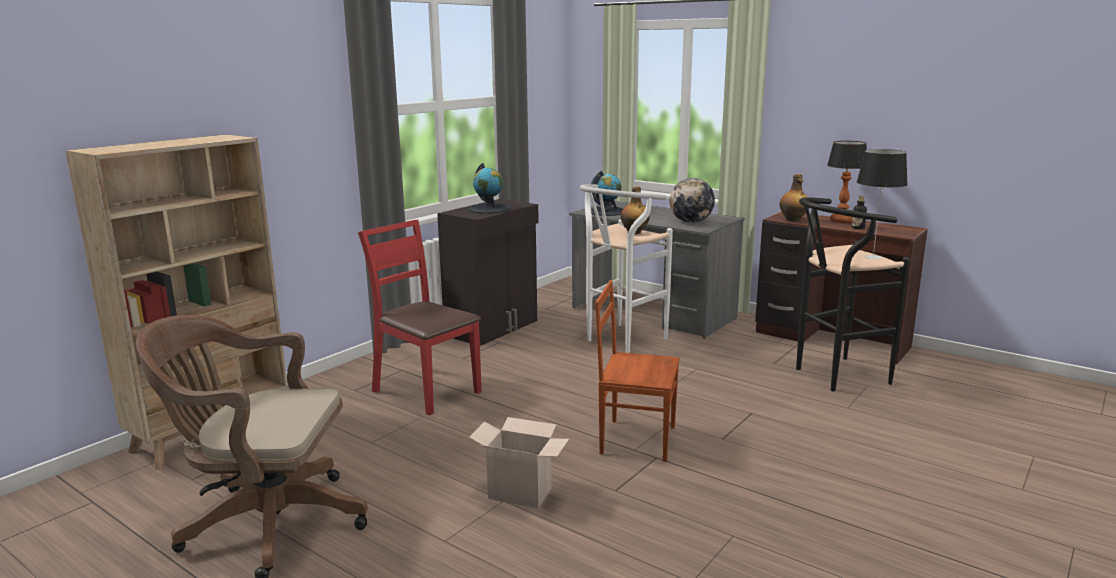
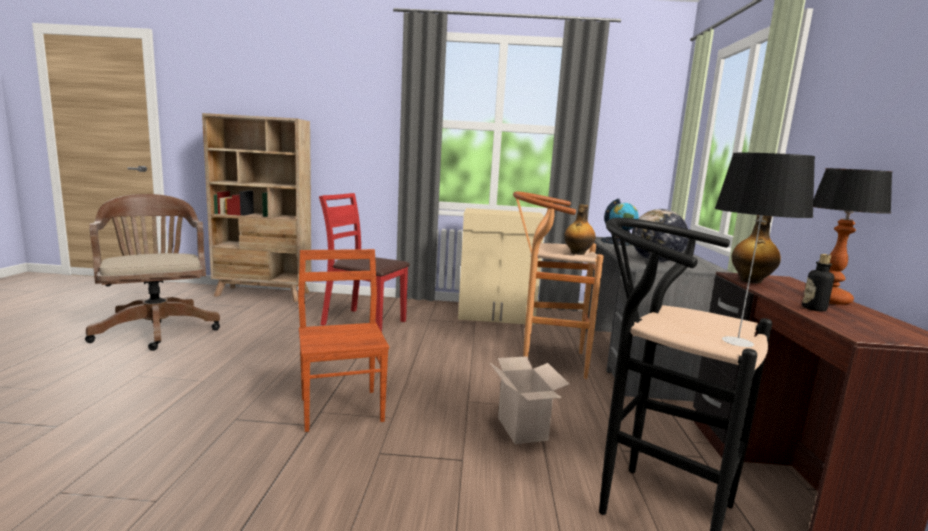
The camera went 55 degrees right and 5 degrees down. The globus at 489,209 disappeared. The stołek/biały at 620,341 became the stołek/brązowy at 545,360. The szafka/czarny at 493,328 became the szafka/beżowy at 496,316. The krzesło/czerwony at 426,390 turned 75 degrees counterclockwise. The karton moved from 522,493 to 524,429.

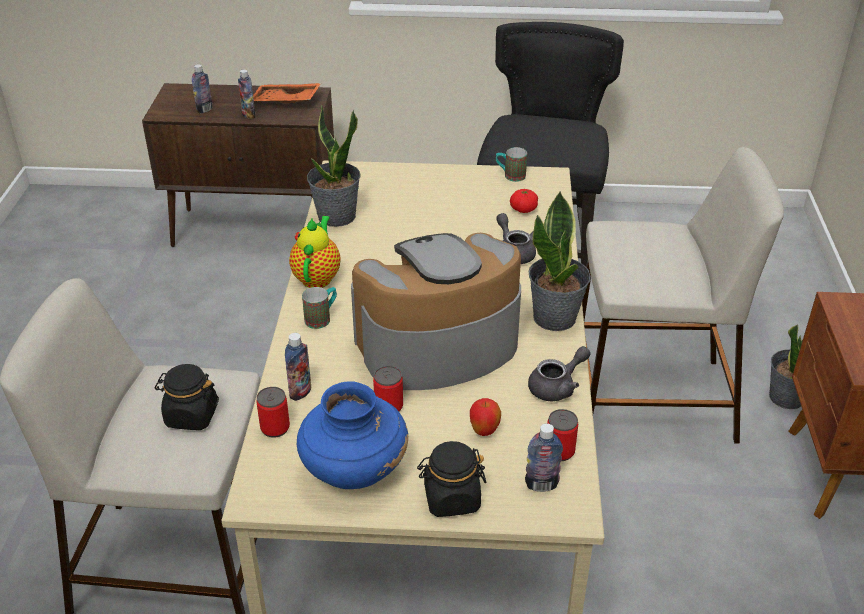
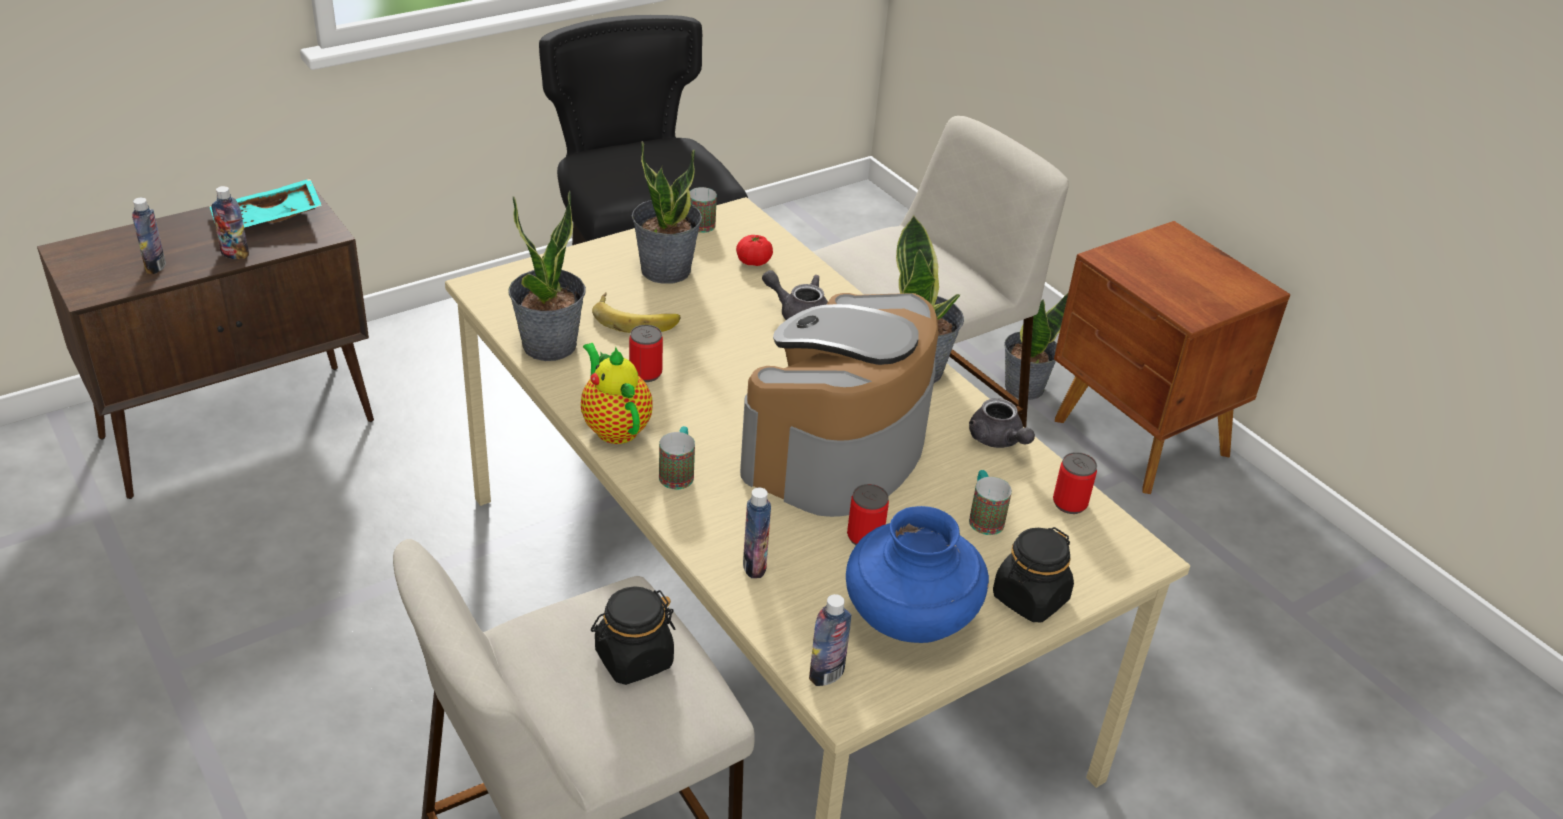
The camera went 40 degrees left and 0 degrees up. The taca/pomarańczowy at 285,102 became the taca/turkusowy at 268,220. The imbryk/szary at 557,387 turned 135 degrees clockwise. The puszka moved from 275,428 to 645,373. The jabłko at 484,431 was replaced by the kubek at 983,517. The butelka moved from 541,485 to 826,674. The roślina doniczkowa at 665,269 appeared. The banan at 636,317 appeared.

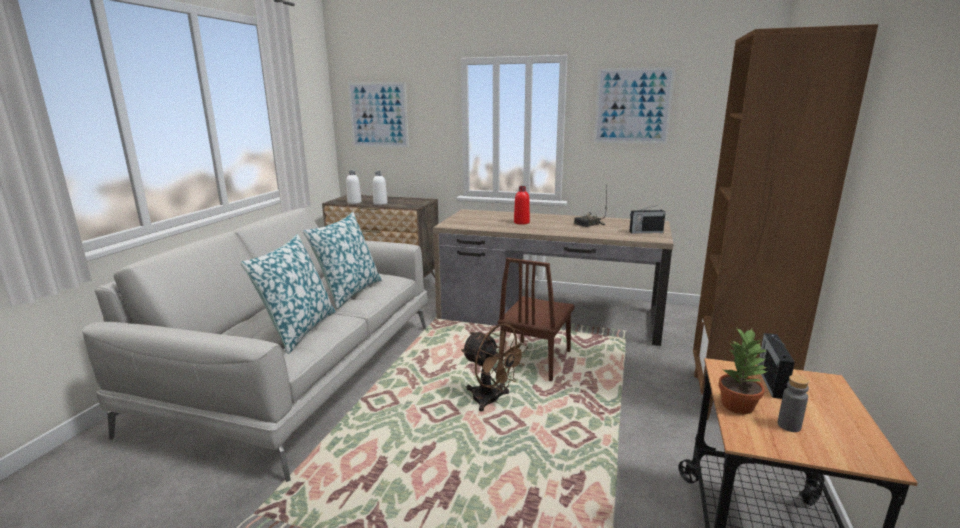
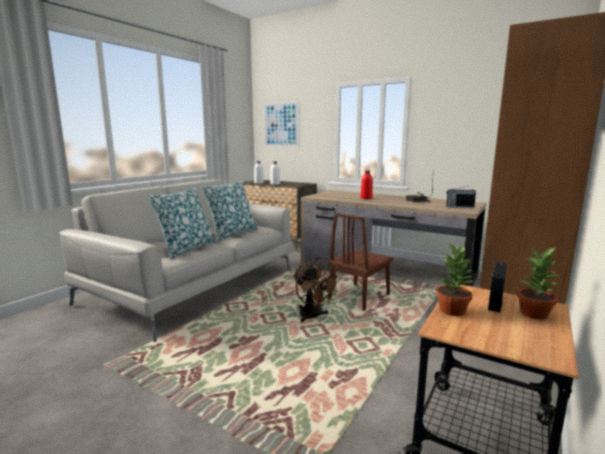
The camera went 15 degrees right and 5 degrees down. The obraz at 632,106 disappeared. The butelka/szary at 789,426 disappeared. The roślina doniczkowa at 534,314 appeared.

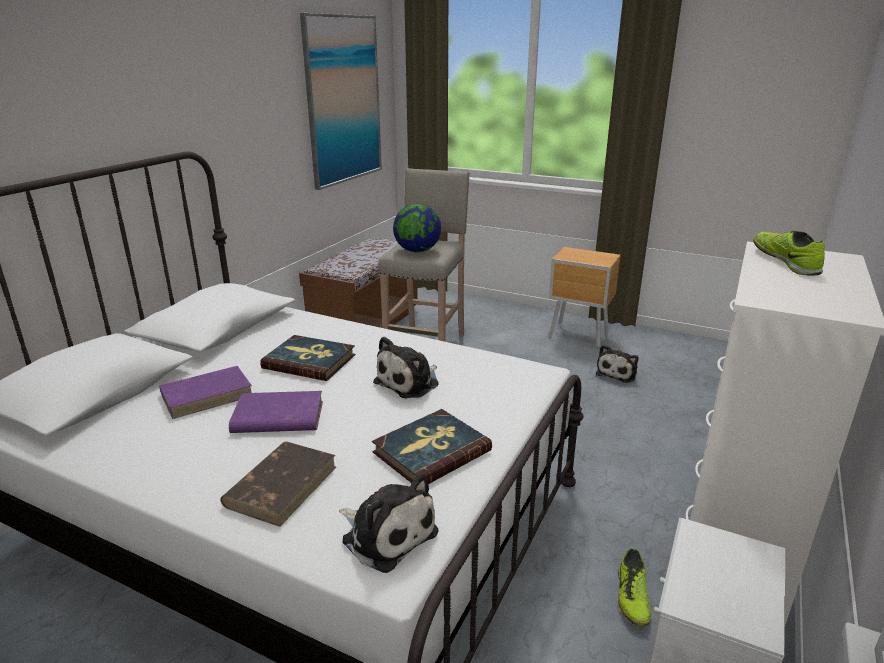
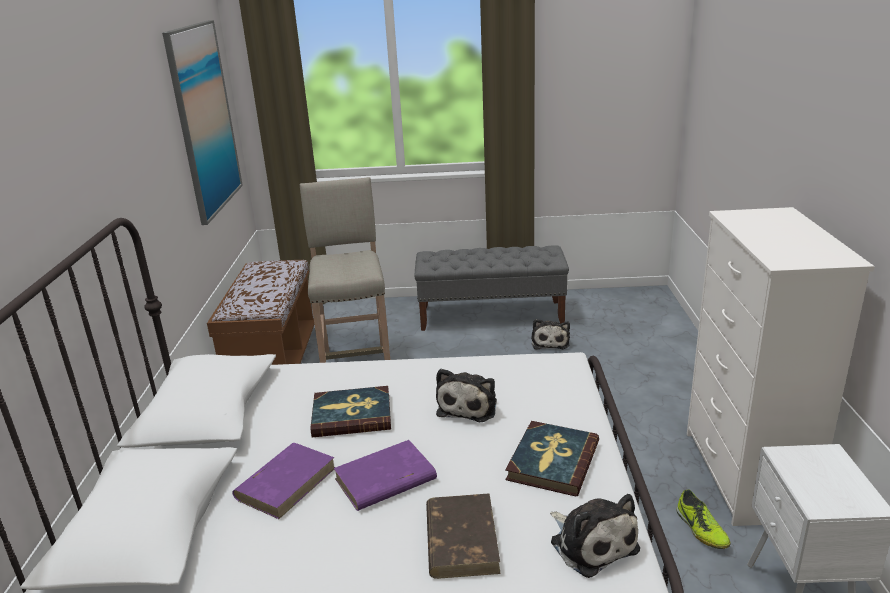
The camera went 25 degrees left and 0 degrees up. The globus at 417,251 disappeared. The but at 785,261 disappeared. The szafka nocna/brązowy at 579,336 was replaced by the ławka/szary at 491,315. The pluszak at 386,534 turned 45 degrees clockwise.

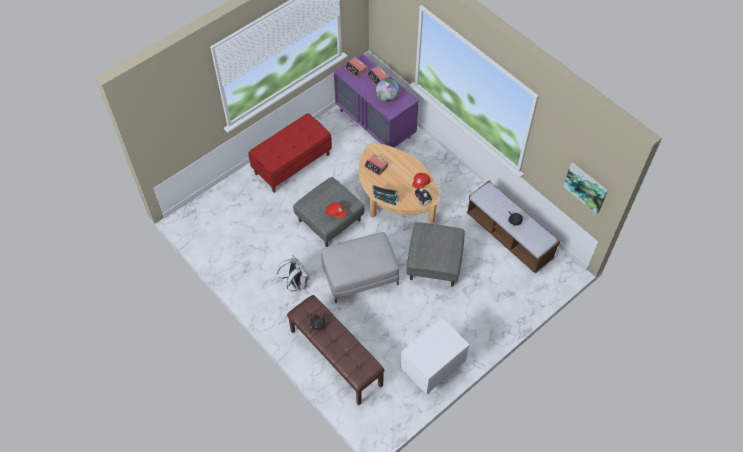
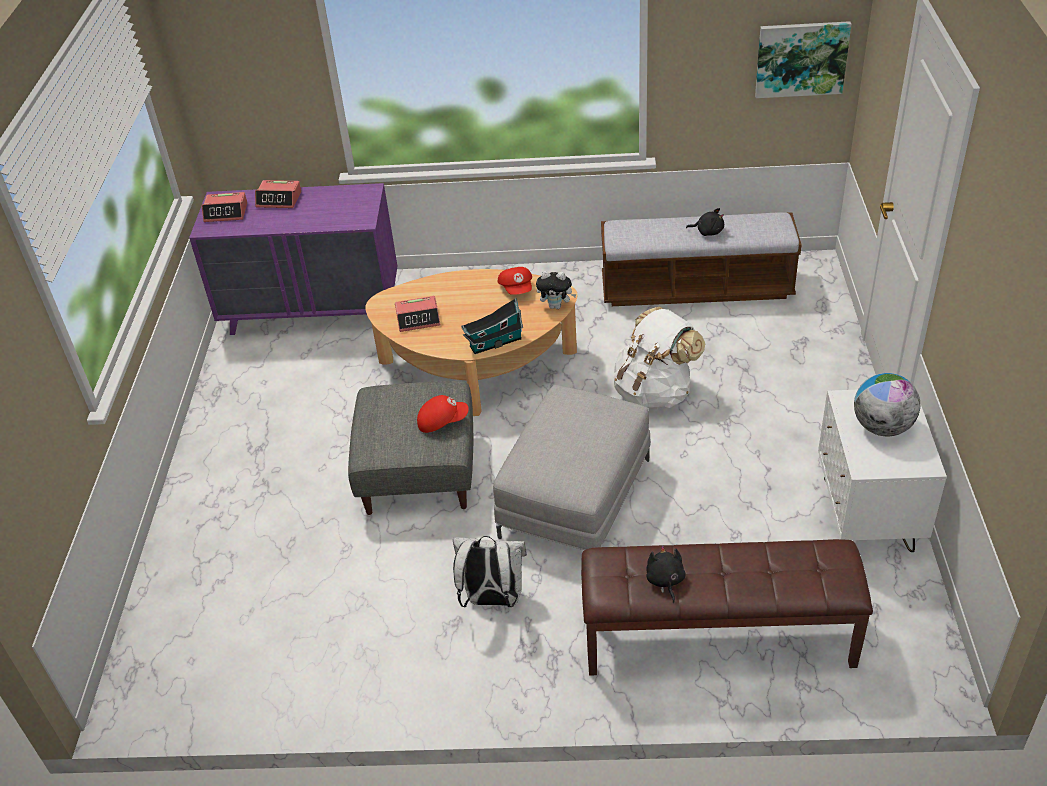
The camera went 45 degrees left and 15 degrees down. The globus moved from 387,98 to 882,427. The ławka/czerwony at 292,164 disappeared. The pufa/szary at 434,263 was replaced by the plecak/biały at 654,392.

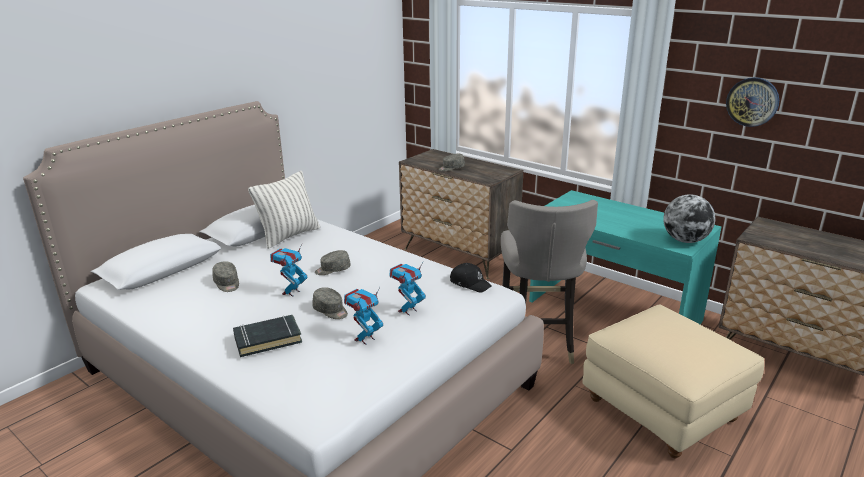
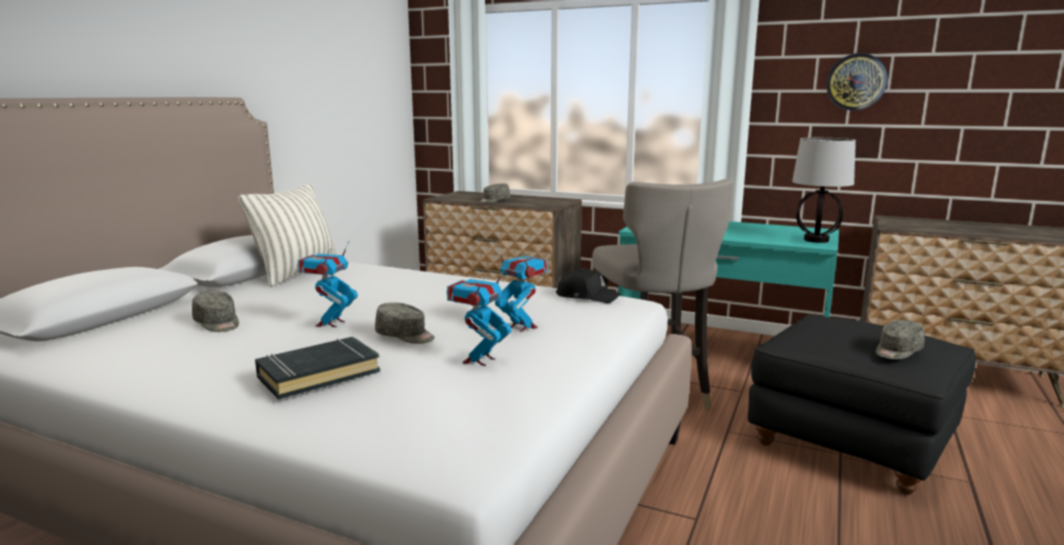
The camera went 15 degrees left and 10 degrees down. The globus at 685,240 was replaced by the lampa stołowa at 815,240. The czapka z daszkiem/szary moved from 332,270 to 897,351. The robot zabawkowy at 408,310 turned 105 degrees clockwise. The pufa/beżowy at 662,410 became the pufa/czarny at 851,444.

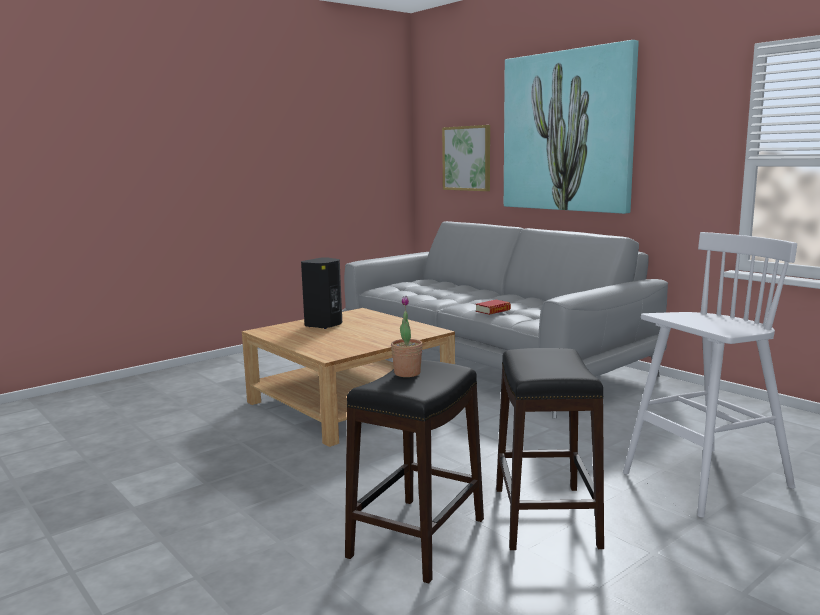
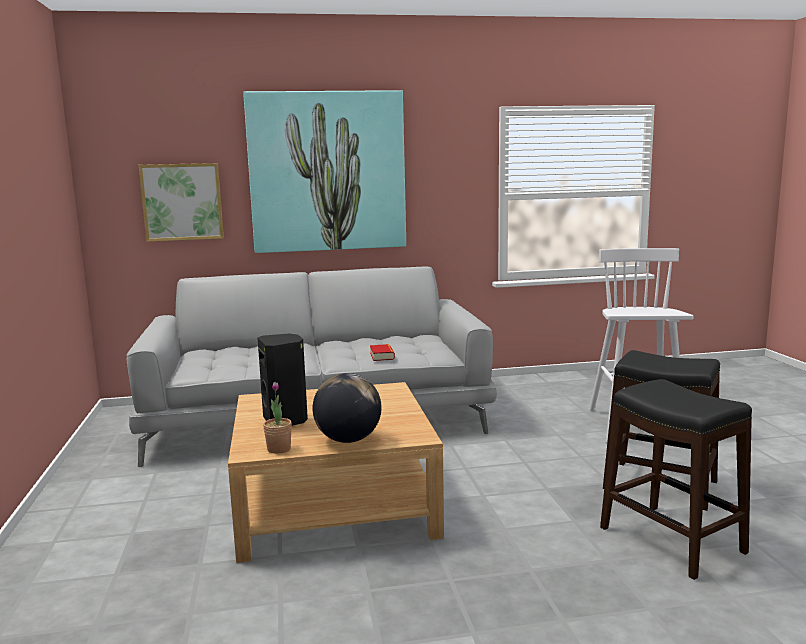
The camera went 60 degrees left and 0 degrees up. The roślina doniczkowa moved from 407,373 to 279,449. The globus at 348,440 appeared.

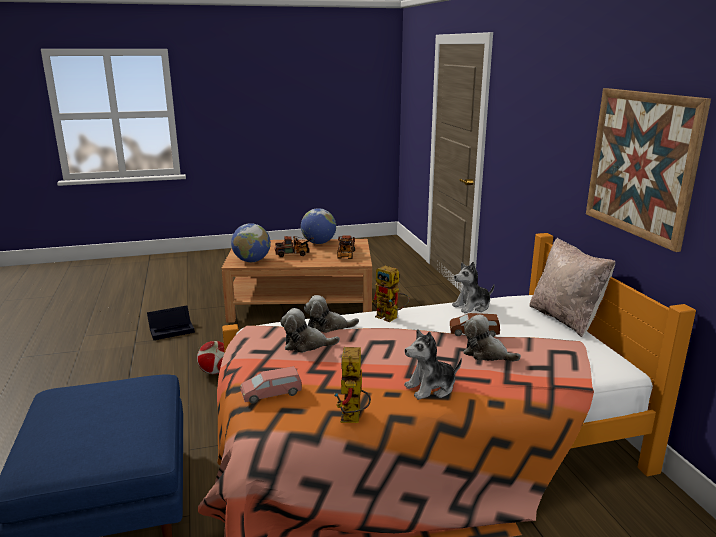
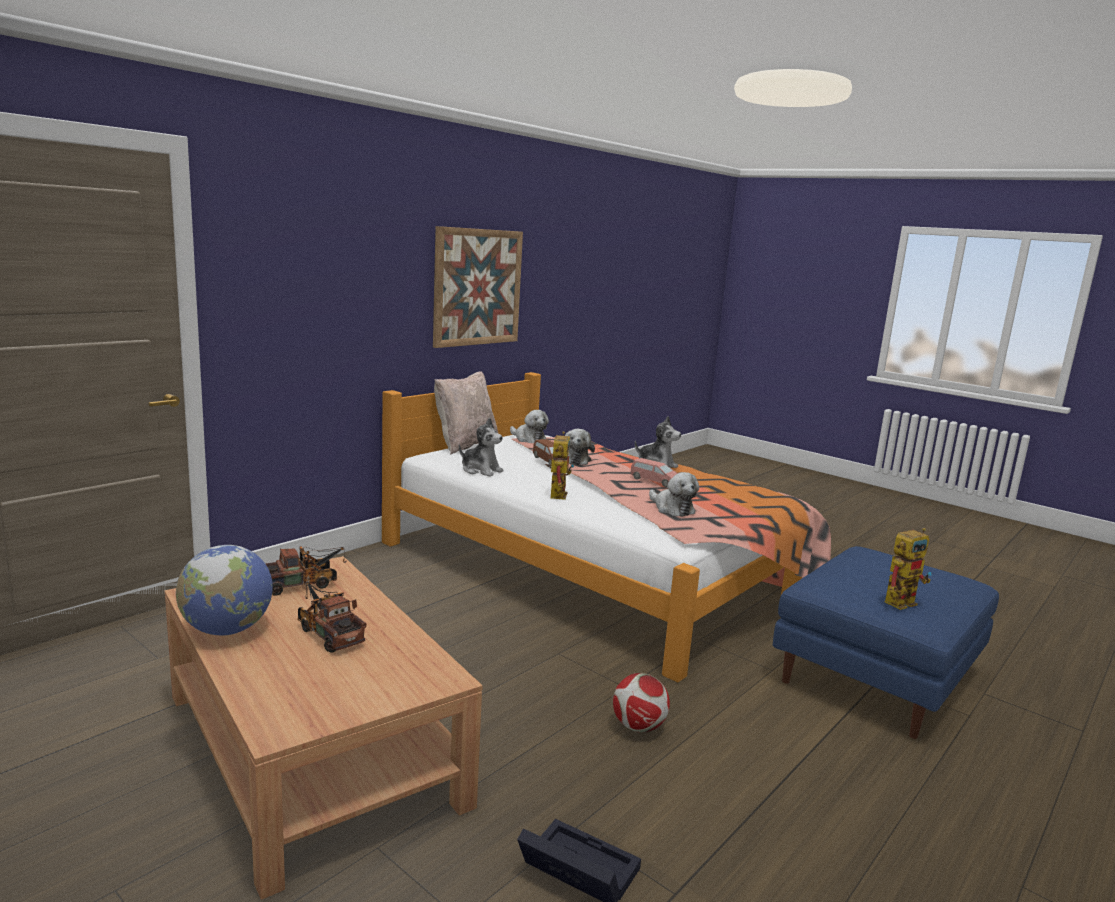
The camera went 125 degrees left and 5 degrees down. The globus at 252,261 disappeared. The pluszak moved from 328,328 to 528,439. The robot zabawkowy moved from 353,419 to 902,601. The samochodzik/różowy moved from 271,394 to 654,481.

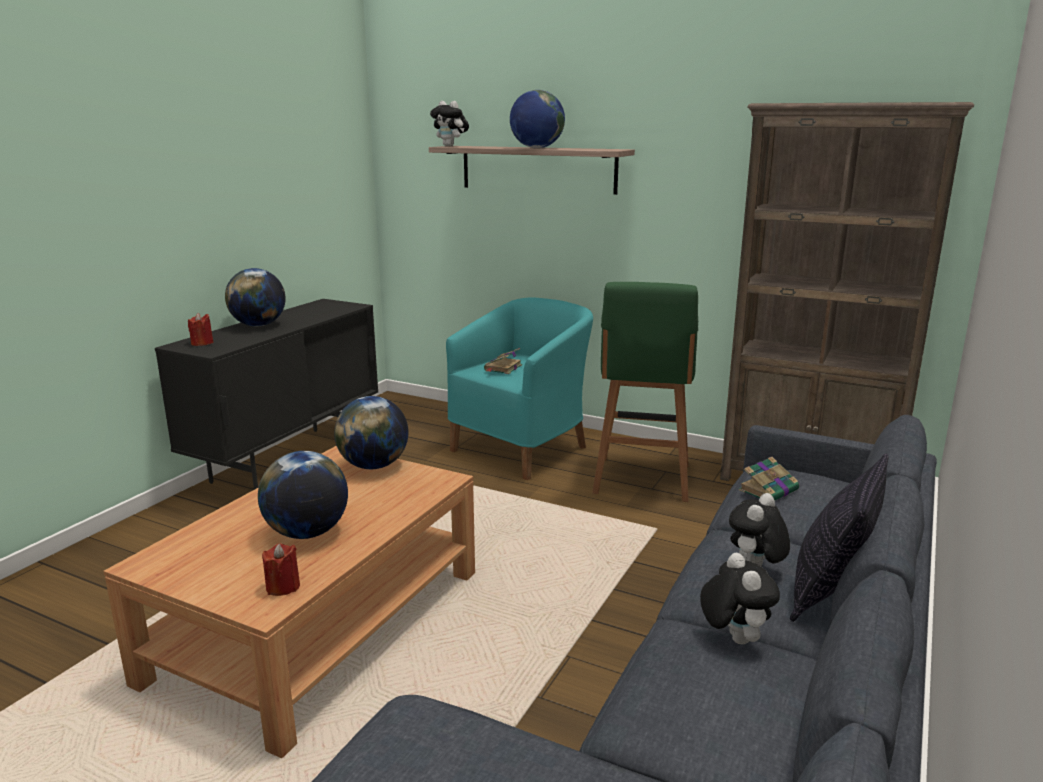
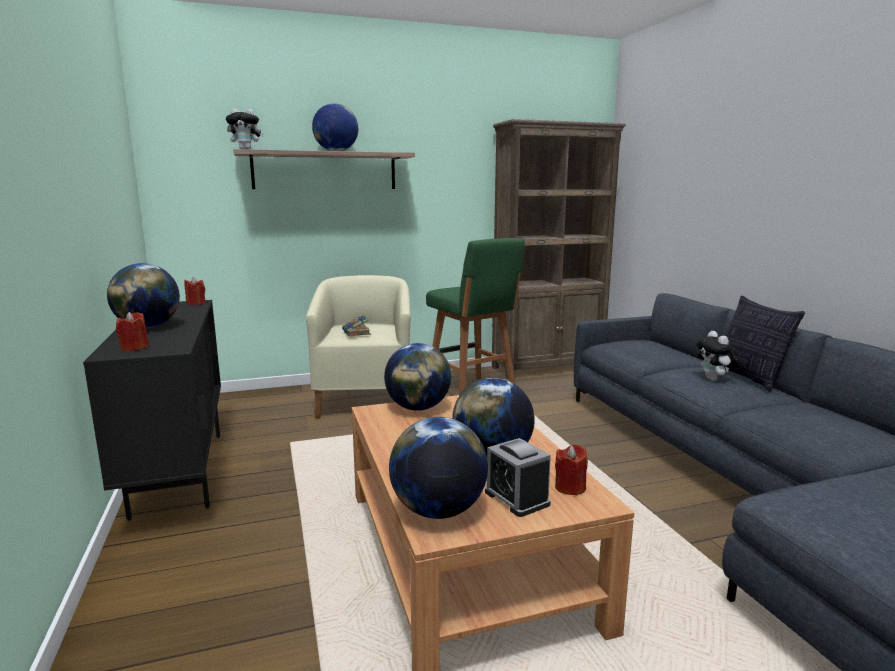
The camera went 45 degrees left and 5 degrees down. The fotel/turkusowy at 523,448 became the fotel/beżowy at 365,400. The książka at 769,490 disappeared. The pluszak at 733,638 disappeared. The świeca/czerwony at 196,303 appeared. The globus at 438,511 appeared. The budzik at 516,498 appeared.

